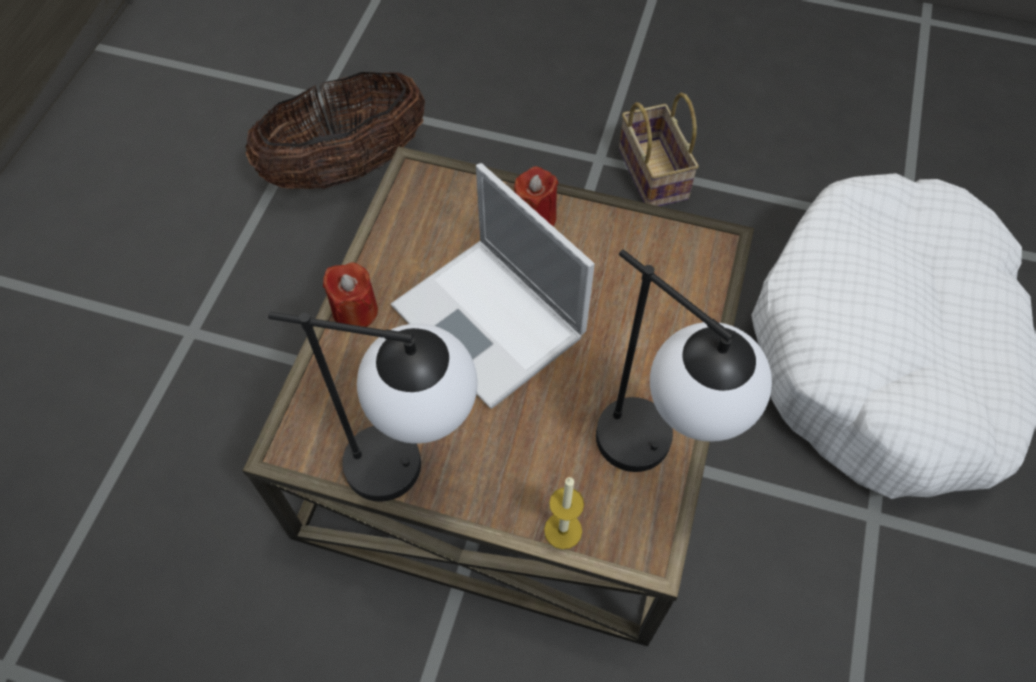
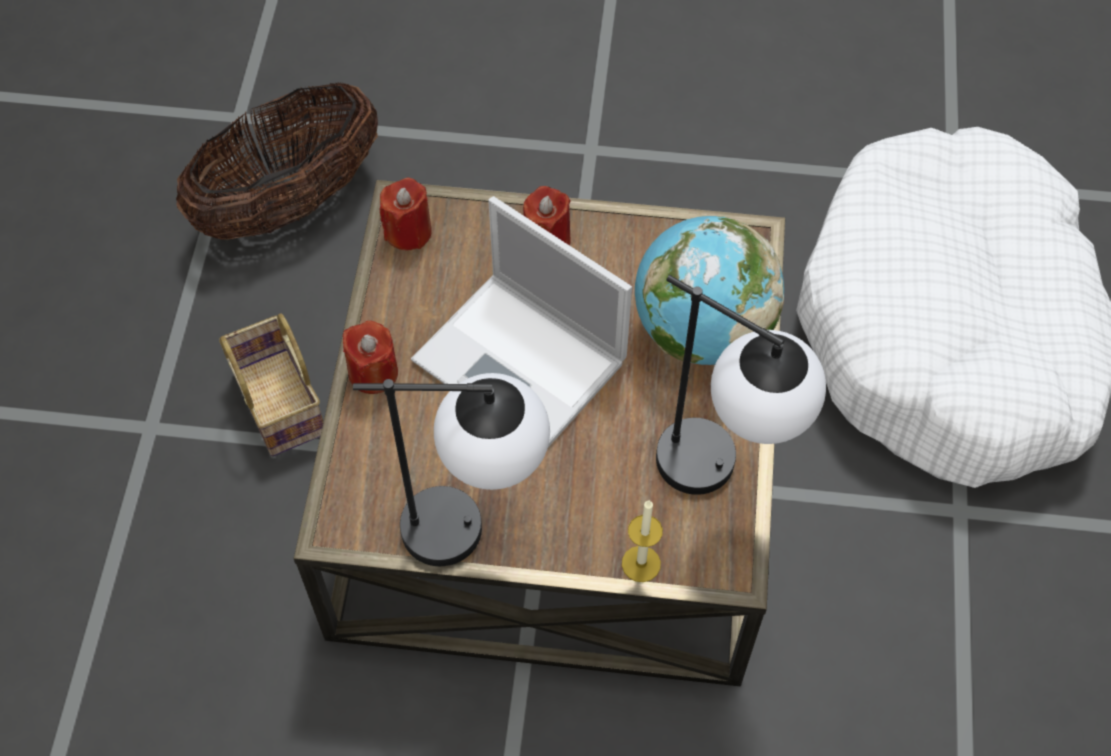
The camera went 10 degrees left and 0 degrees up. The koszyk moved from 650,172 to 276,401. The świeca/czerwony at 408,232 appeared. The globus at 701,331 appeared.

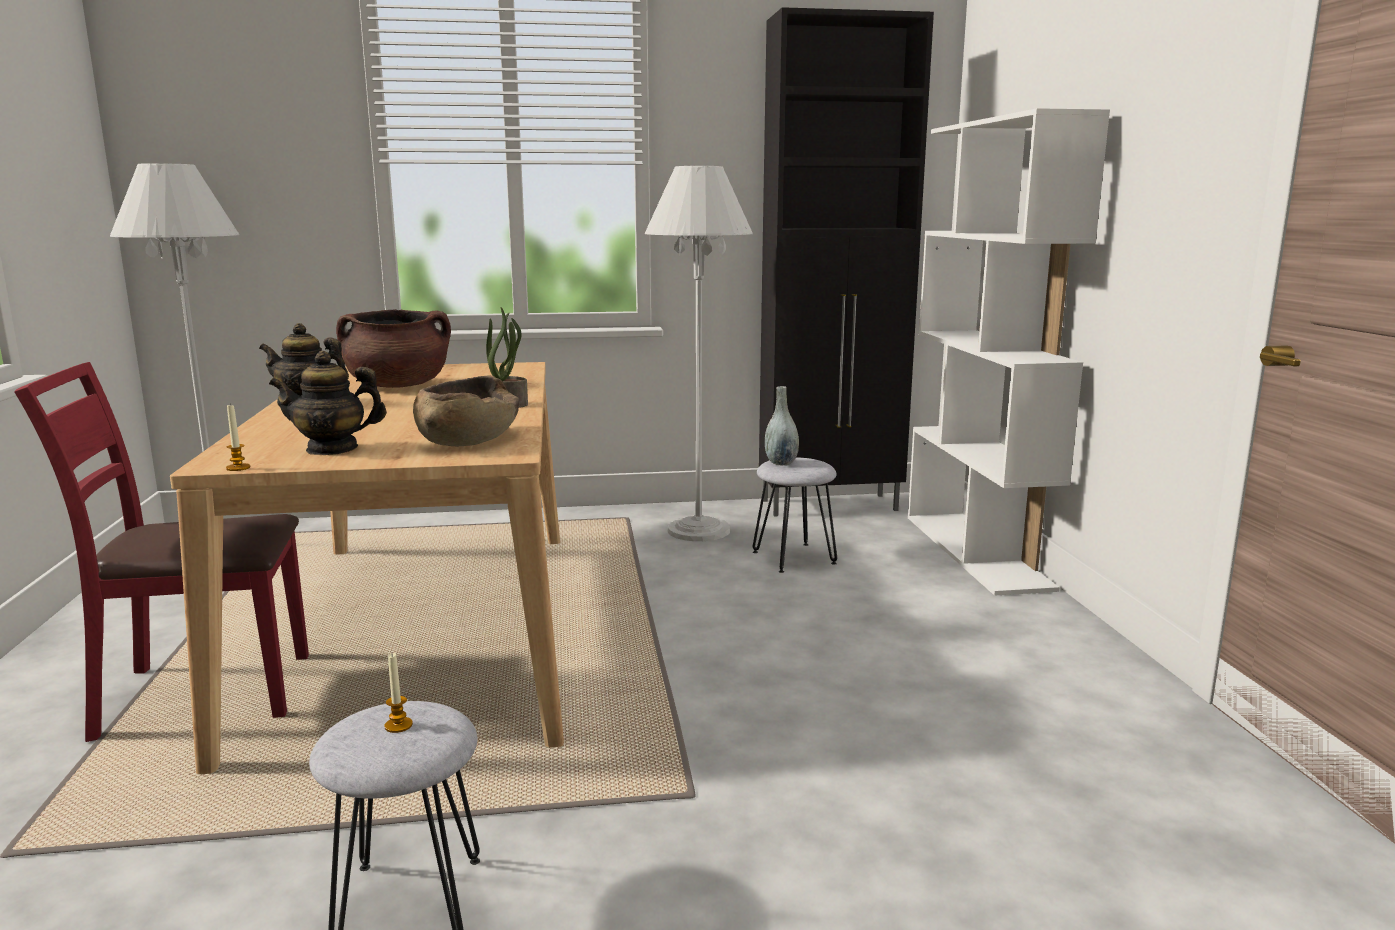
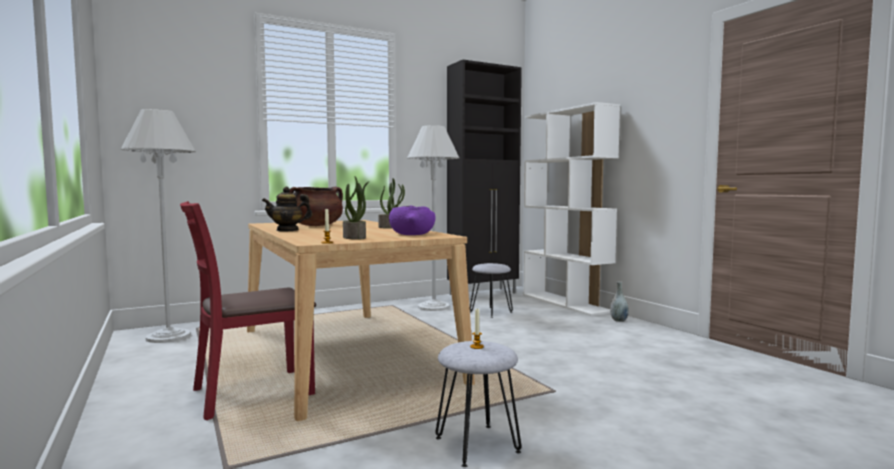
The camera went 20 degrees left and 10 degrees down. The imbryk at 332,449 was replaced by the roślina doniczkowa at 355,238. The miska/brązowy at 468,439 became the miska/fioletowy at 411,234. The wazon/szary moved from 781,463 to 619,320.

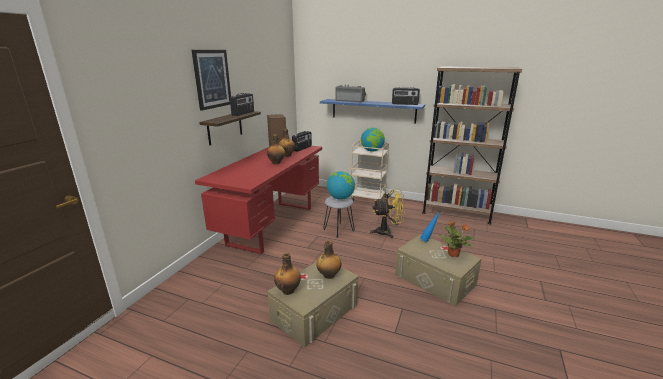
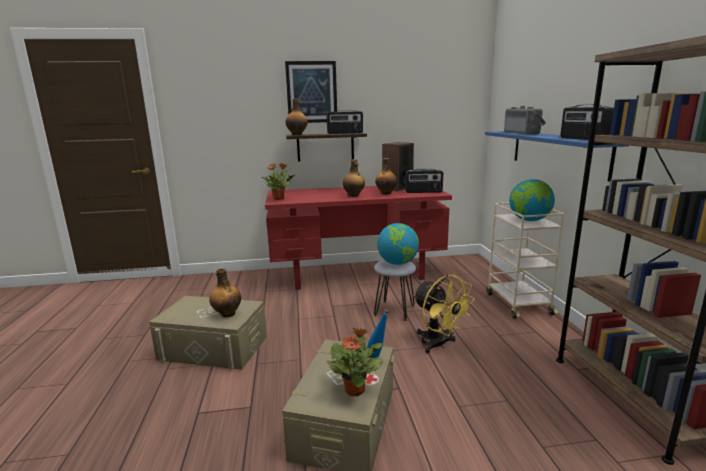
The camera went 60 degrees right and 5 degrees down. The butelka moved from 288,290 to 297,134. The roślina doniczkowa at 279,199 appeared.

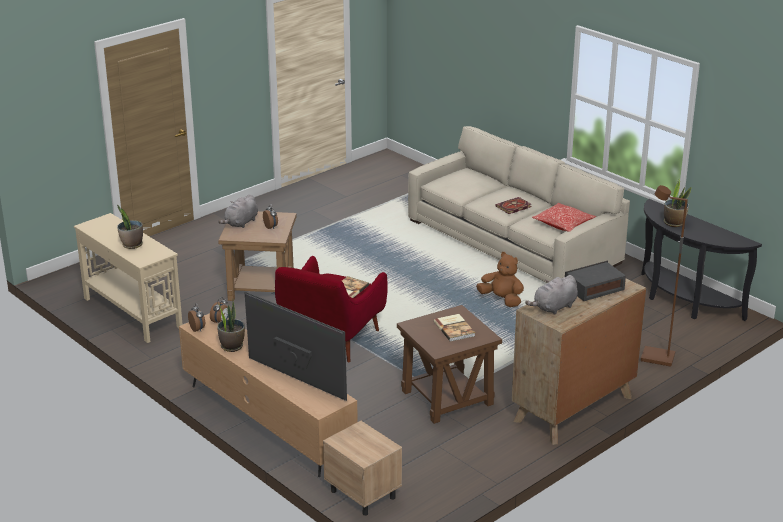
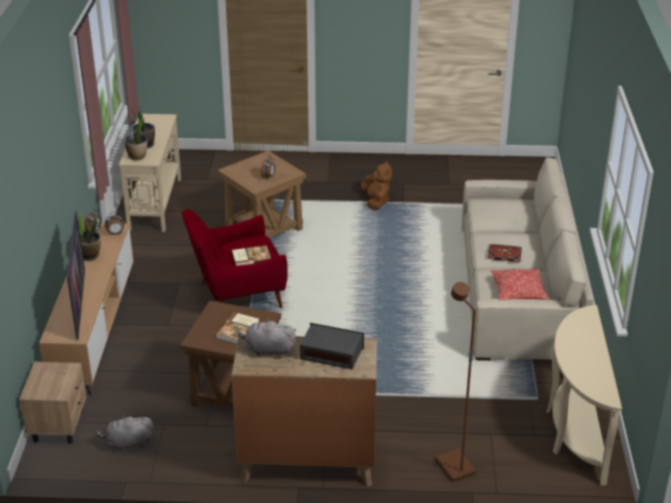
The camera went 45 degrees right and 5 degrees up. The roślina doniczkowa moved from 674,223 to 137,156. The pluszak/szary moved from 241,223 to 128,443. The stolik konsolowy/czarny at 683,301 became the stolik konsolowy/beżowy at 574,431. The pluszak/brązowy moved from 501,299 to 376,201.

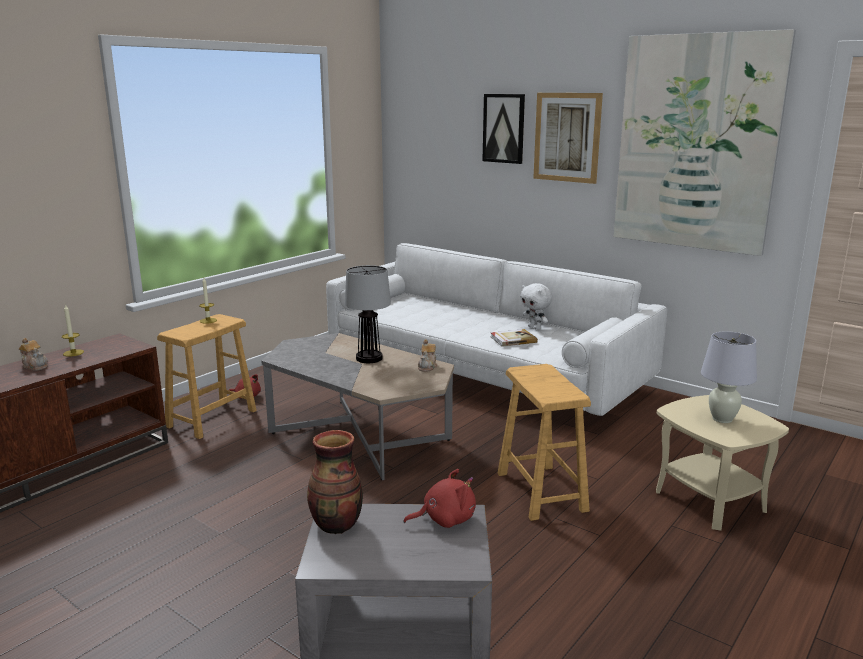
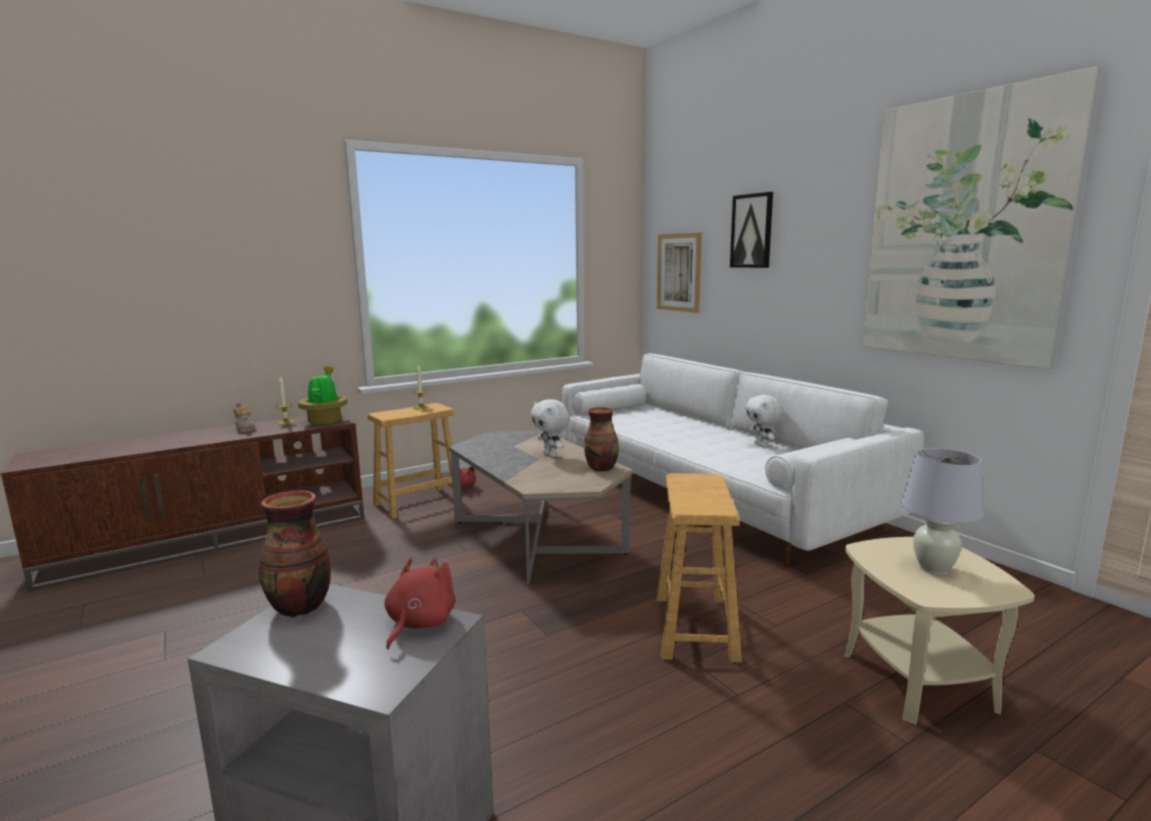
The camera went 20 degrees right and 5 degrees down. The obraz moved from 567,137 to 679,272. The lampa stołowa at 369,358 was replaced by the pluszak/biały at 551,455. The książka at 513,339 disappeared. The imbryk at 427,366 was replaced by the wazon at 602,468. The pluszak/czerwony at 445,519 turned 75 degrees counterclockwise. The roślina doniczkowa at 325,421 appeared.

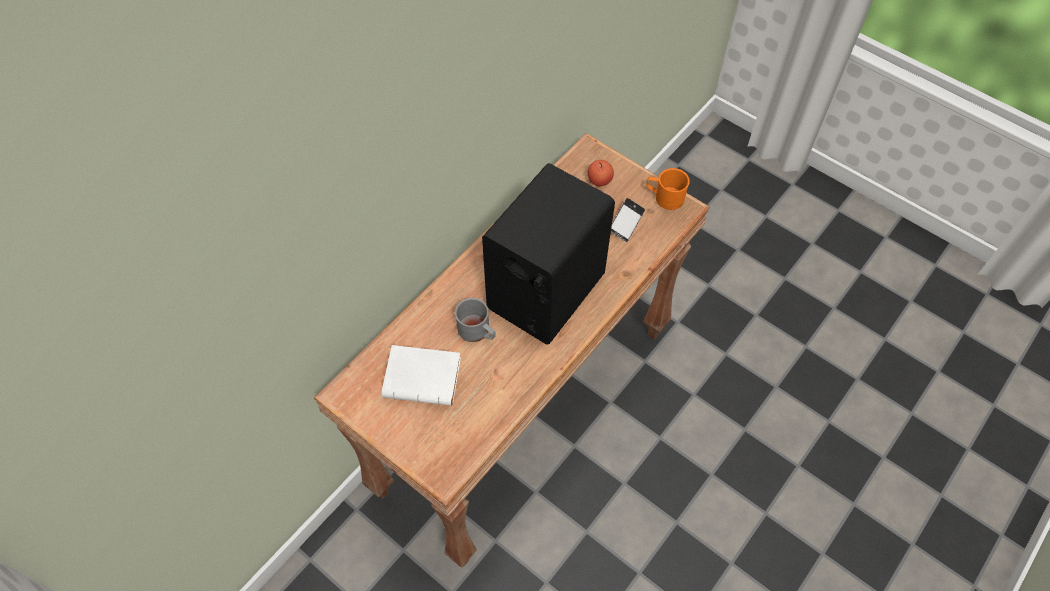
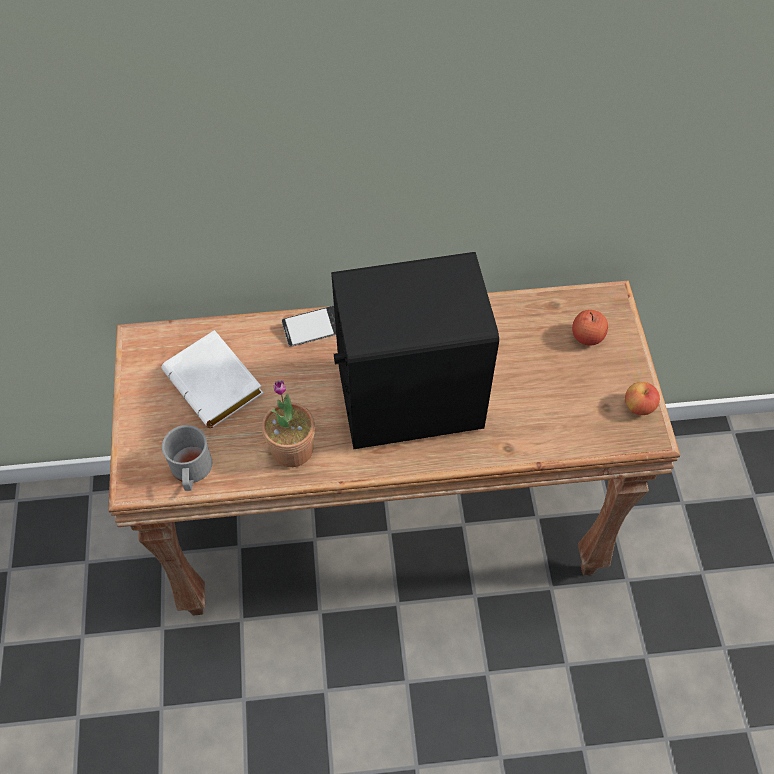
The camera went 45 degrees right and 0 degrees up. The kubek/pomarańczowy at 664,197 was replaced by the jabłko at 638,406. The telefon moved from 626,222 to 313,329. The kubek/szary moved from 477,331 to 191,471. The roślina doniczkowa at 292,449 appeared.

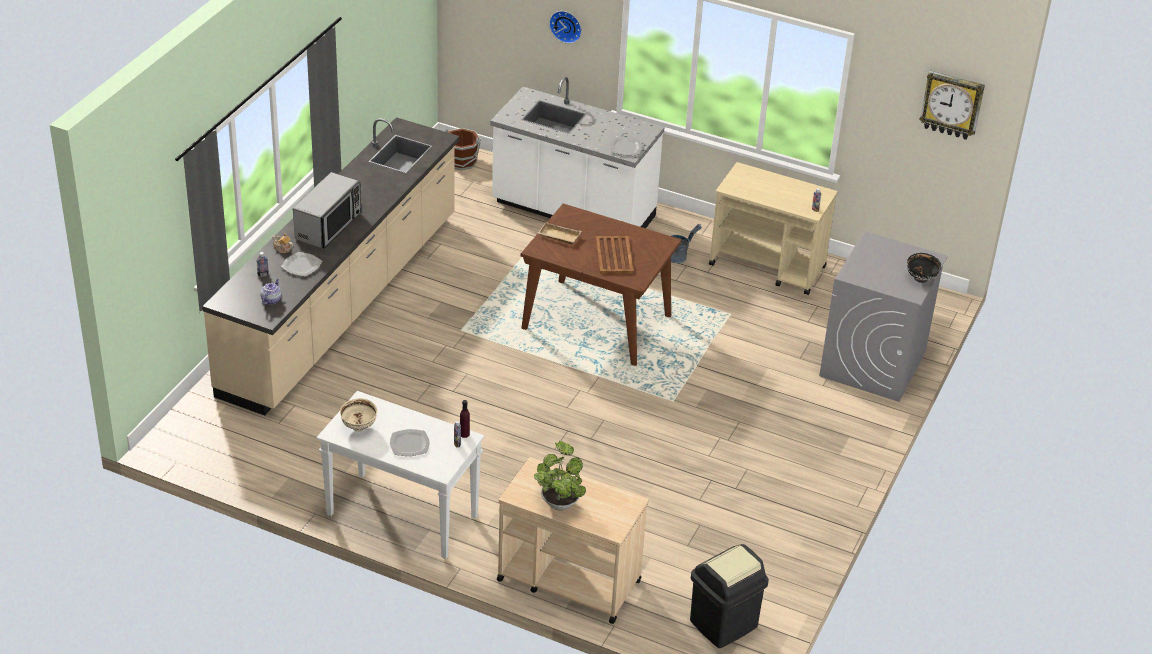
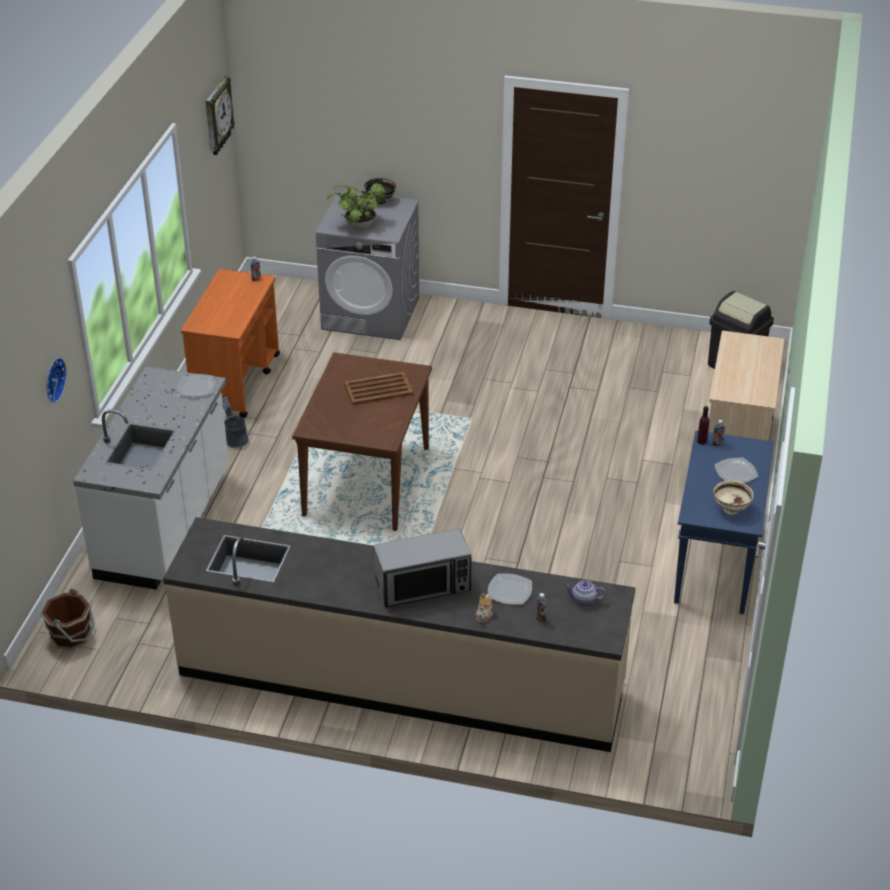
The camera went 100 degrees left and 0 degrees up. The wózek/beżowy at 768,266 became the wózek/pomarańczowy at 236,381. The mikrofalówka at 328,226 turned 150 degrees clockwise. The taca/beżowy at 558,236 disappeared. The stolik konsolowy/biały at 401,516 became the stolik konsolowy/niebieski at 716,564. The roślina doniczkowa moved from 559,501 to 358,226.

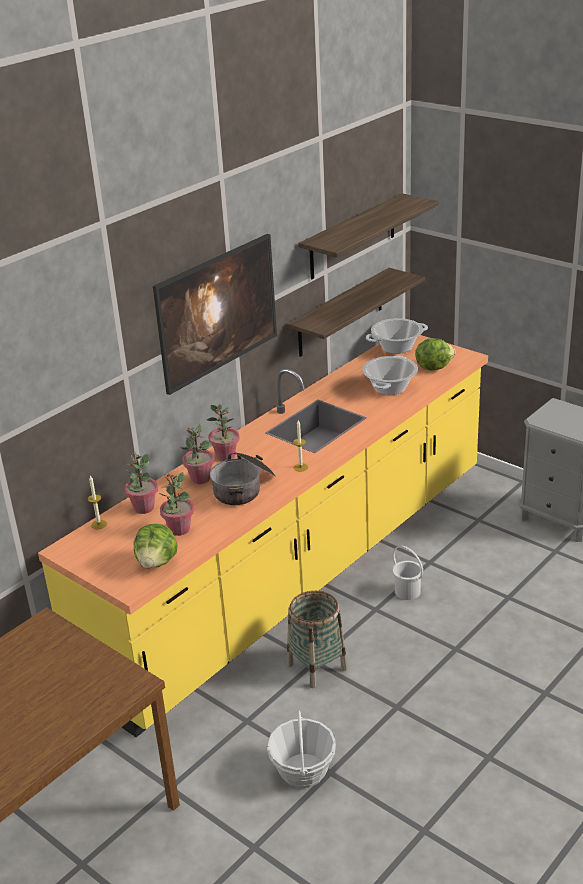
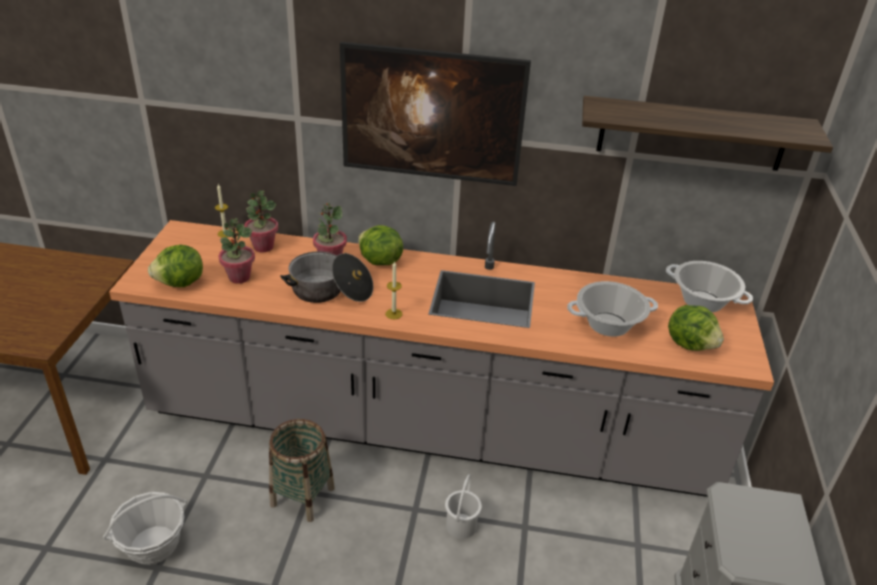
The camera went 55 degrees right and 5 degrees up. The półka at 340,313 disappeared. The zabudowa kuchenna/żółty at 299,573 became the zabudowa kuchenna/szary at 431,427. The roślina doniczkowa at 225,456 was replaced by the sałata at 379,261.

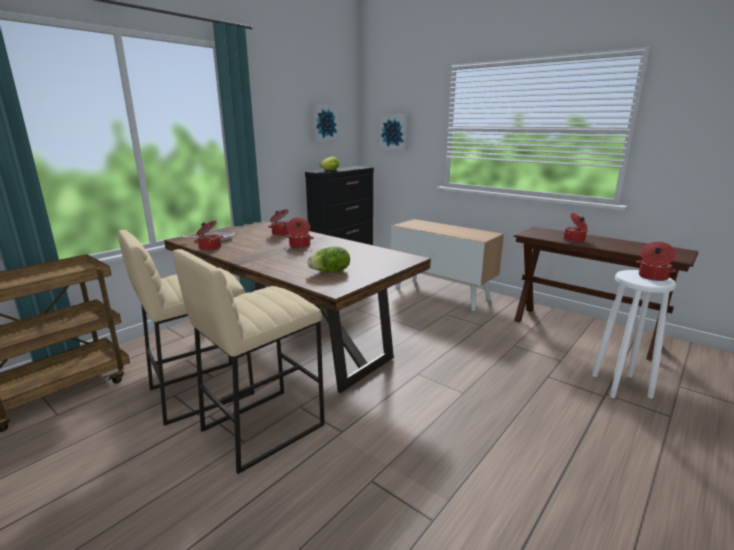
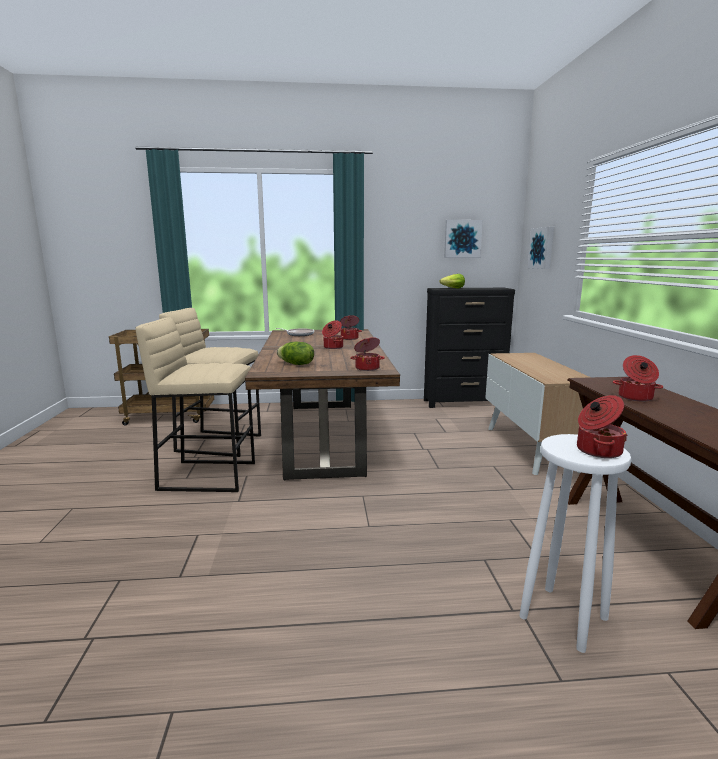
The camera went 45 degrees right and 5 degrees down. The garnek moved from 210,248 to 367,368.

